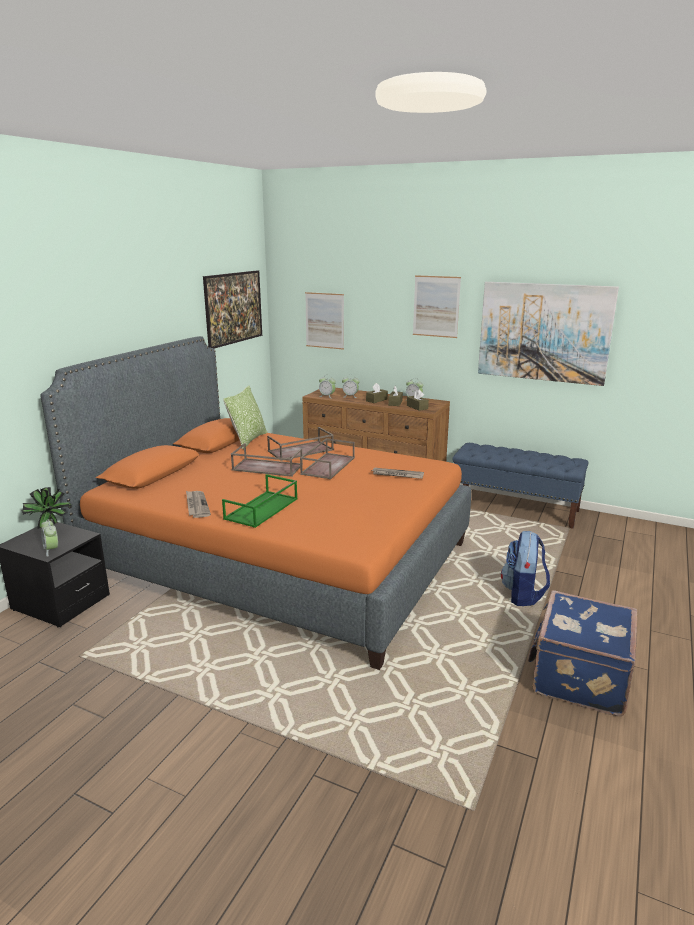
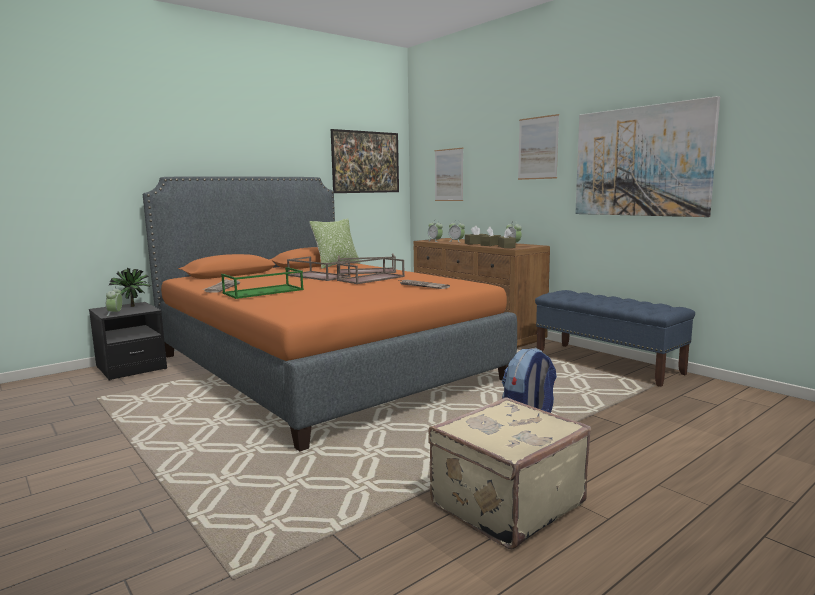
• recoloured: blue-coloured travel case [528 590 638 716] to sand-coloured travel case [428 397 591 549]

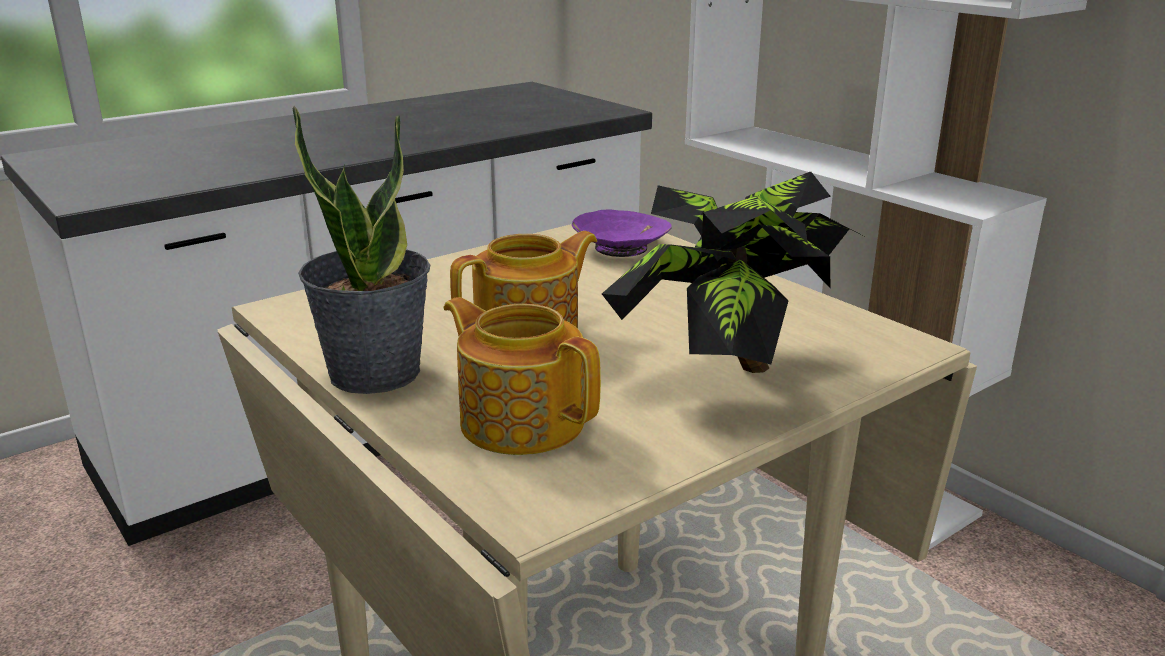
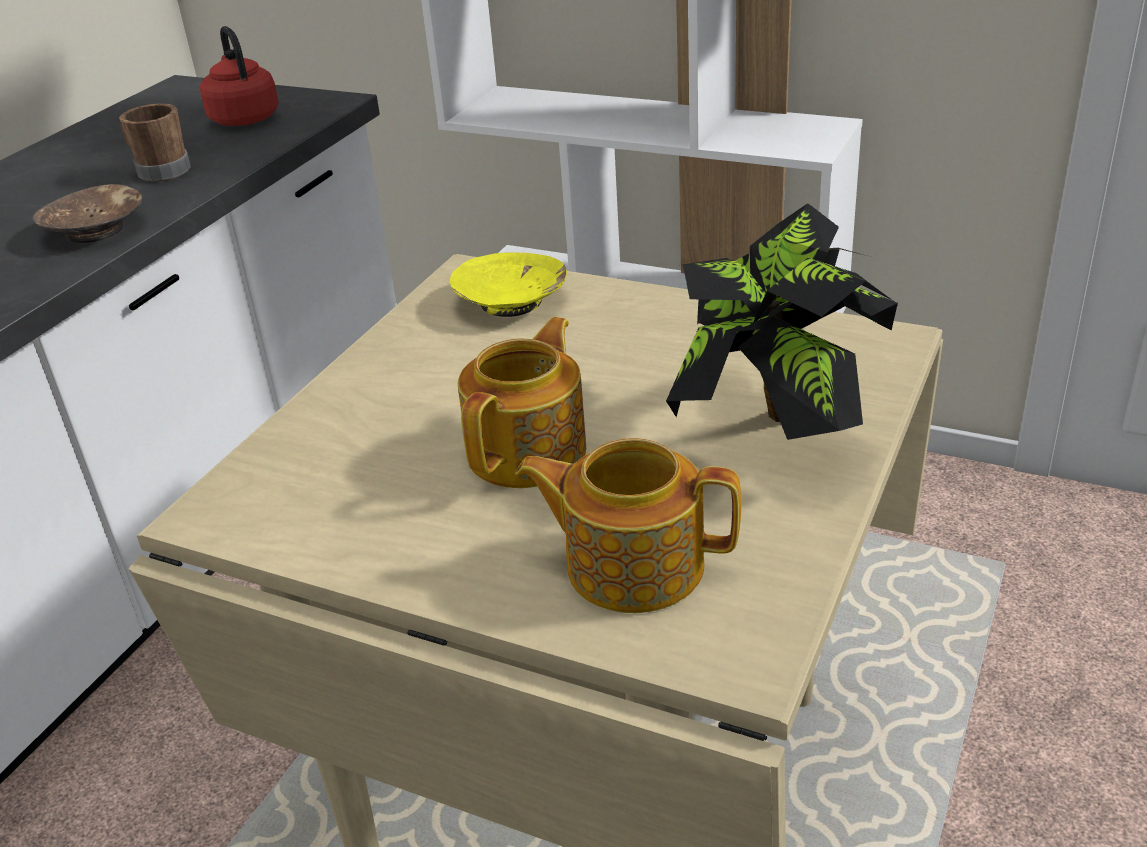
• removed: plant in a pot [293 106 430 394]
• recoloured: purple deep dish [572 209 671 257] to yellow-coloured deep dish [450 252 567 317]
• added: red water kettle [200 26 279 126]
• added: brown coffee mug [119 103 191 182]
• added: brown deep dish [32 184 142 243]

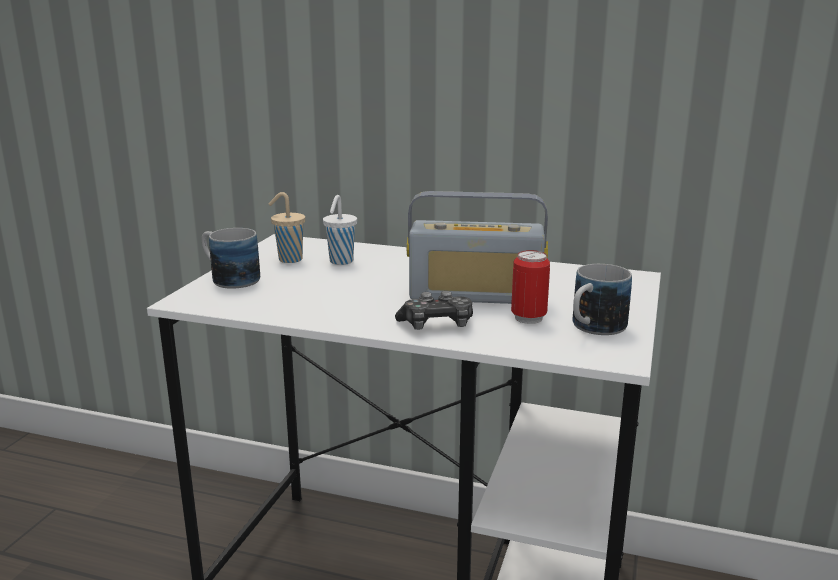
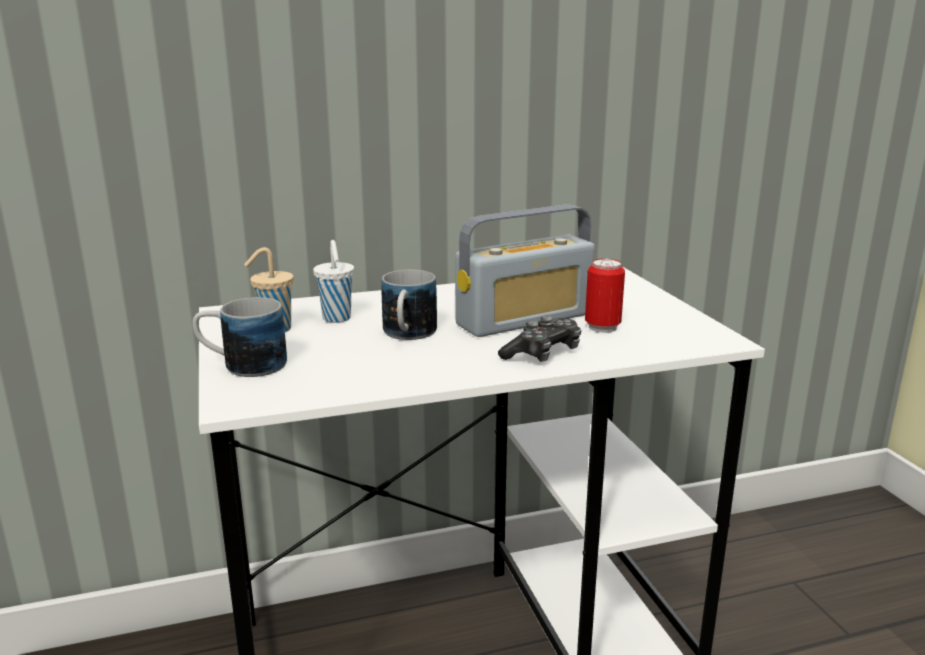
• moved: coffee mug [573 264 632 335] to [381 270 437 340]

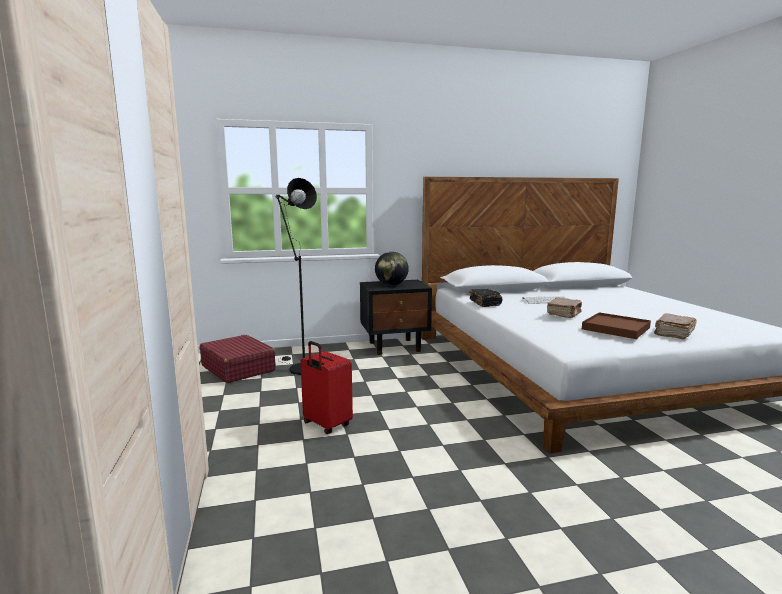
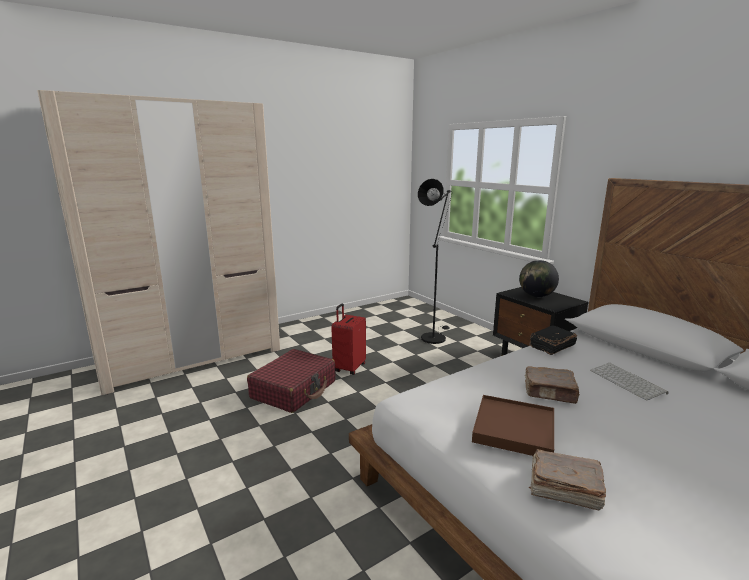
• moved: red travel case [200 335 276 383] to [247 349 336 413]

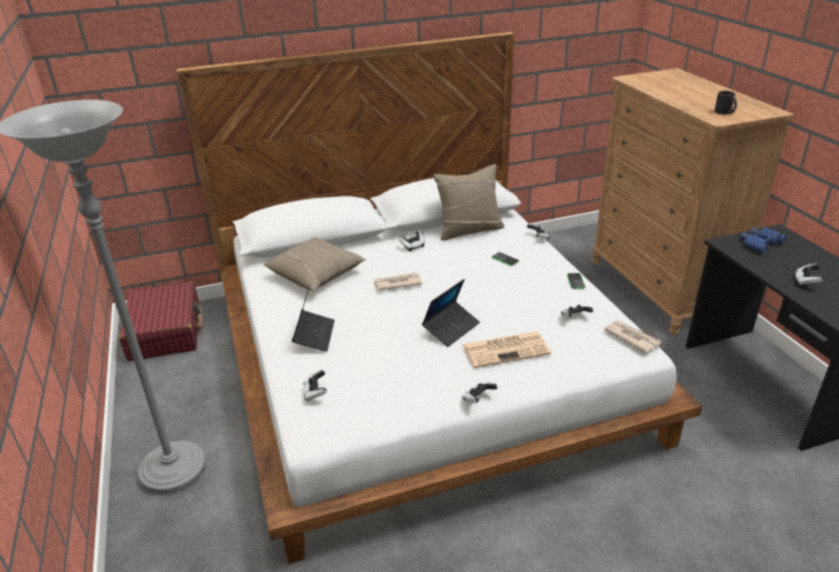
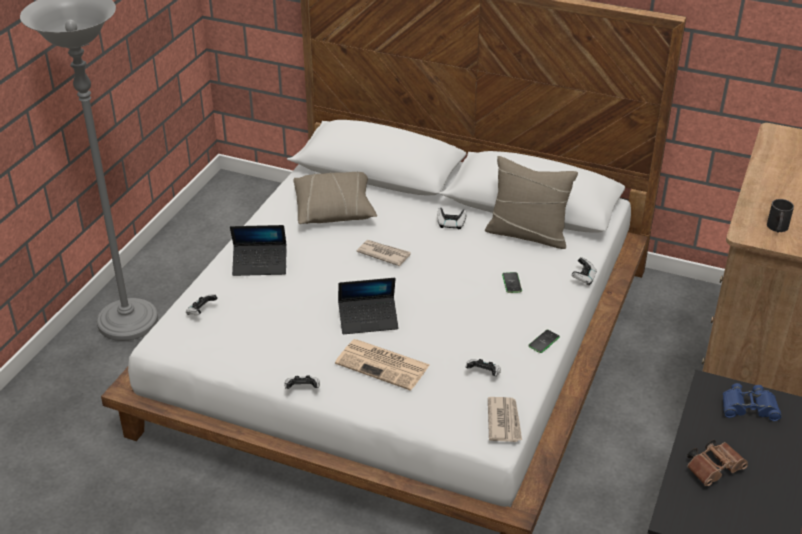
• replaced: joypad [795 264 823 285] to brown field glasses [687 440 748 486]
• removed: red travel case [119 281 203 361]
• turned: portable computer [292 285 335 352] = [230 225 287 276] 45 degrees clockwise

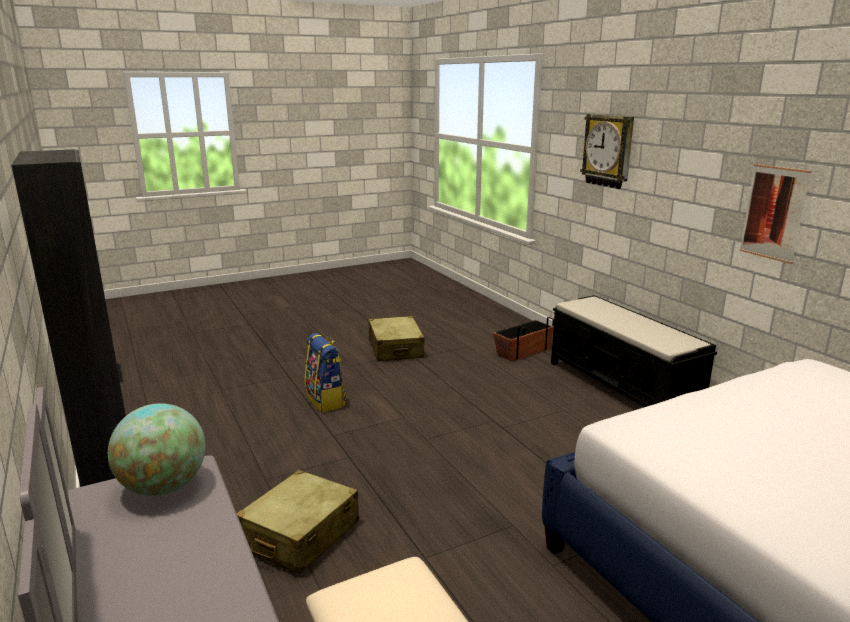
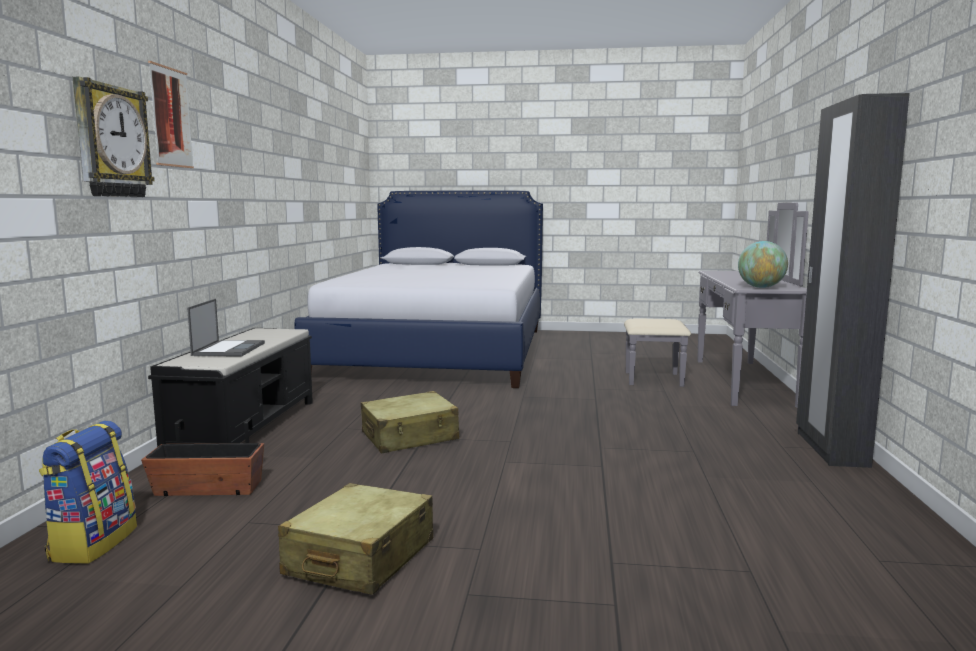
• moved: picture [739 164 811 264] to [148 61 194 168]
• moved: knapsack [305 333 347 412] to [39 421 137 563]
• moved: sand-coloured travel case [237 470 359 575] to [361 391 459 453]
• added: portable computer [187 299 265 356]

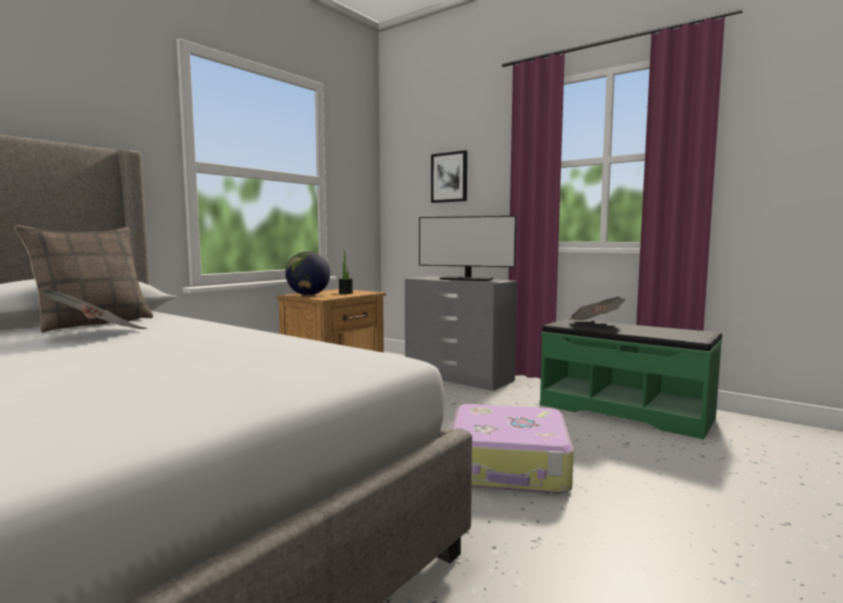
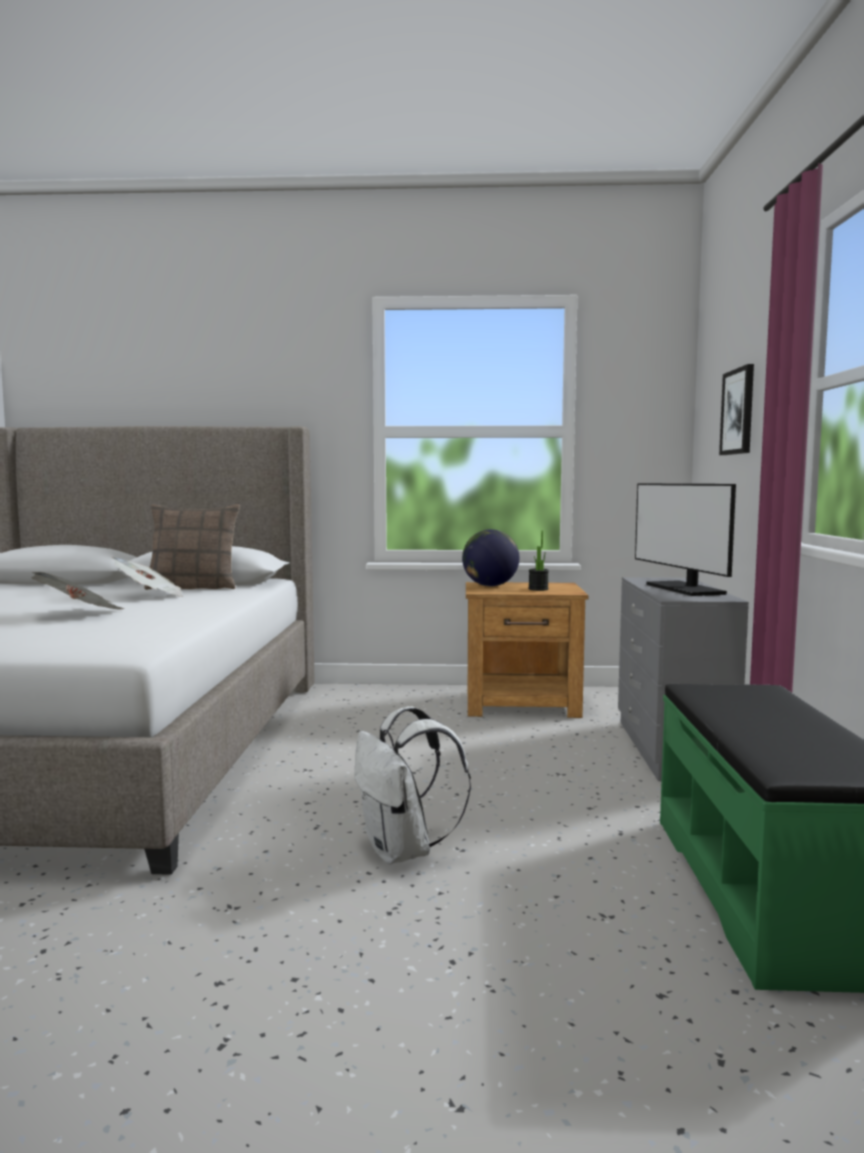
• moved: printed paper [569 297 625 320] to [31 572 124 609]
• replaced: travel case [451 404 574 494] to white knapsack [354 706 471 864]

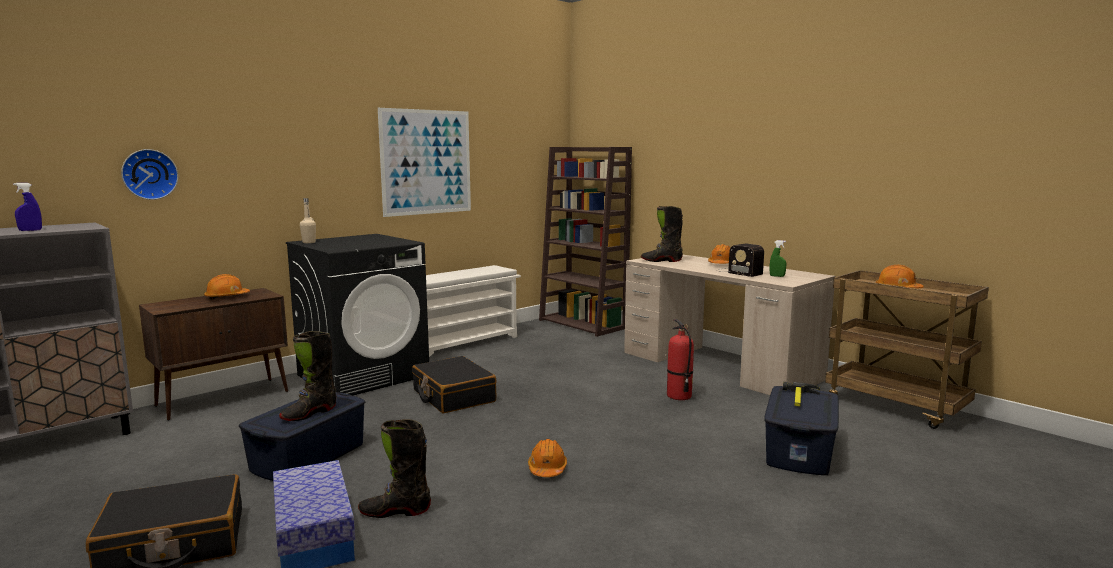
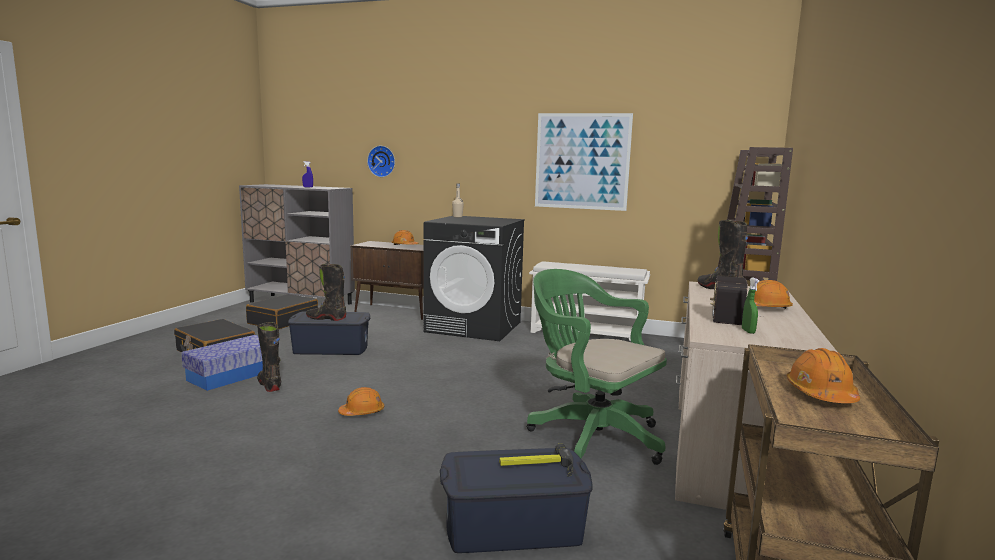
• replaced: extinguisher [667 319 694 400] to greenish desk chair [526 269 667 465]
• moved: black-coloured travel case [412 356 497 413] to [246 294 318 329]

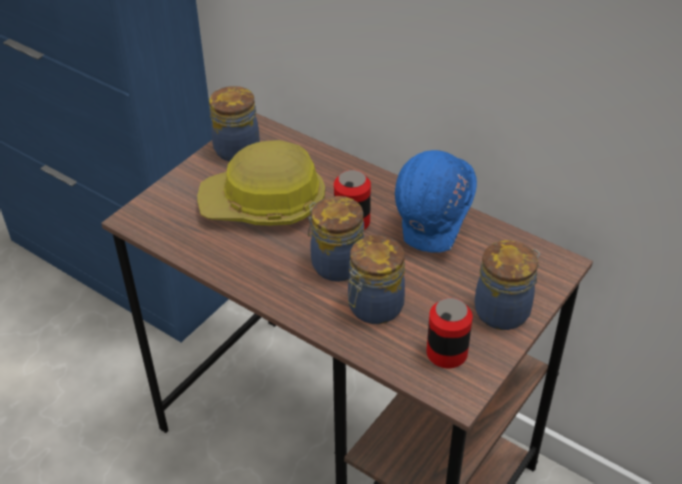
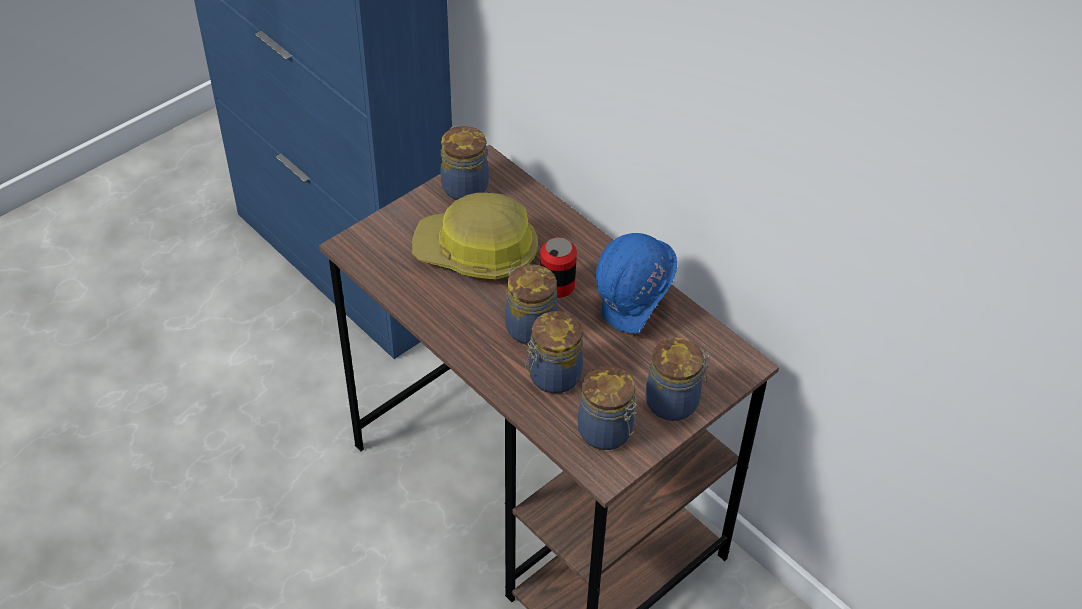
• replaced: sealed can [427 298 473 368] to jar [578 366 637 450]

